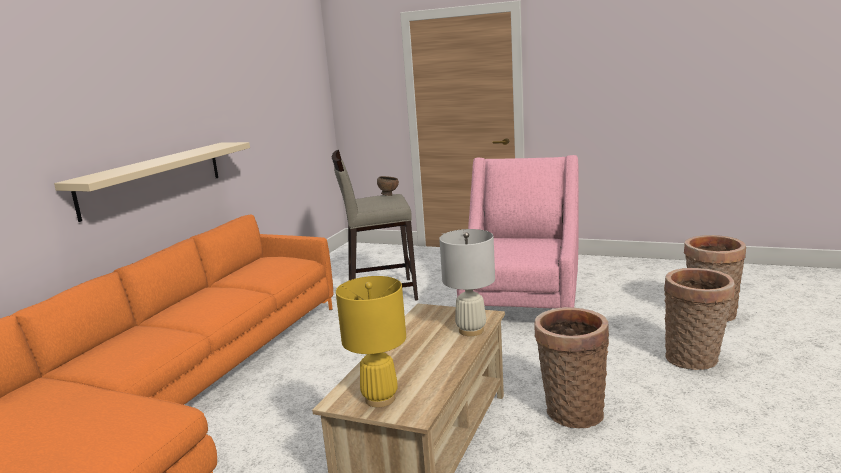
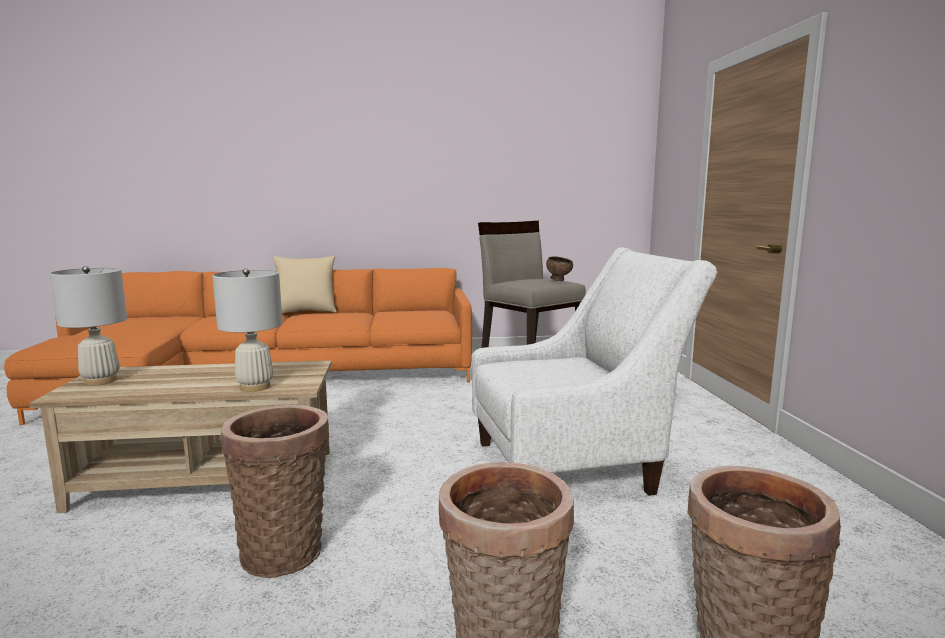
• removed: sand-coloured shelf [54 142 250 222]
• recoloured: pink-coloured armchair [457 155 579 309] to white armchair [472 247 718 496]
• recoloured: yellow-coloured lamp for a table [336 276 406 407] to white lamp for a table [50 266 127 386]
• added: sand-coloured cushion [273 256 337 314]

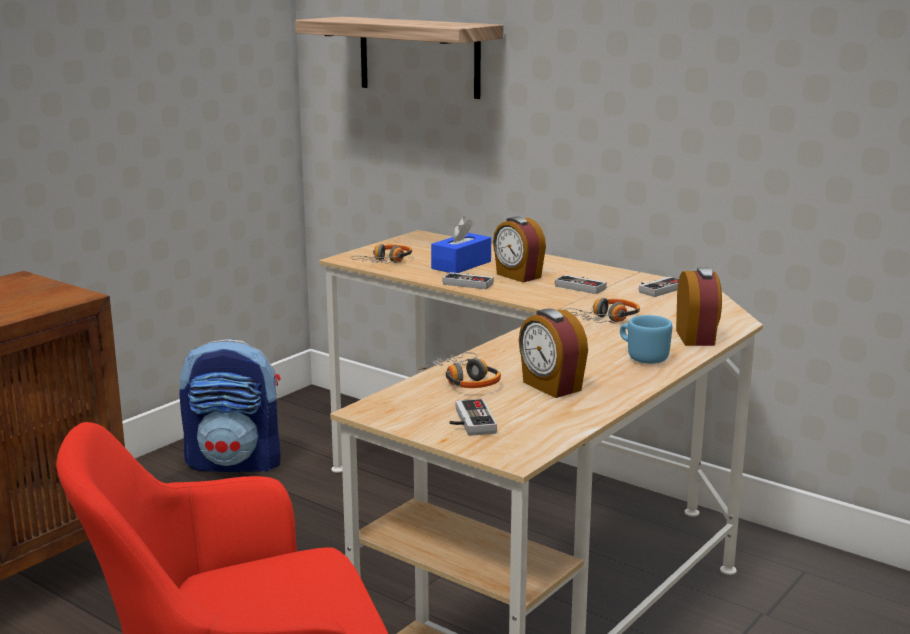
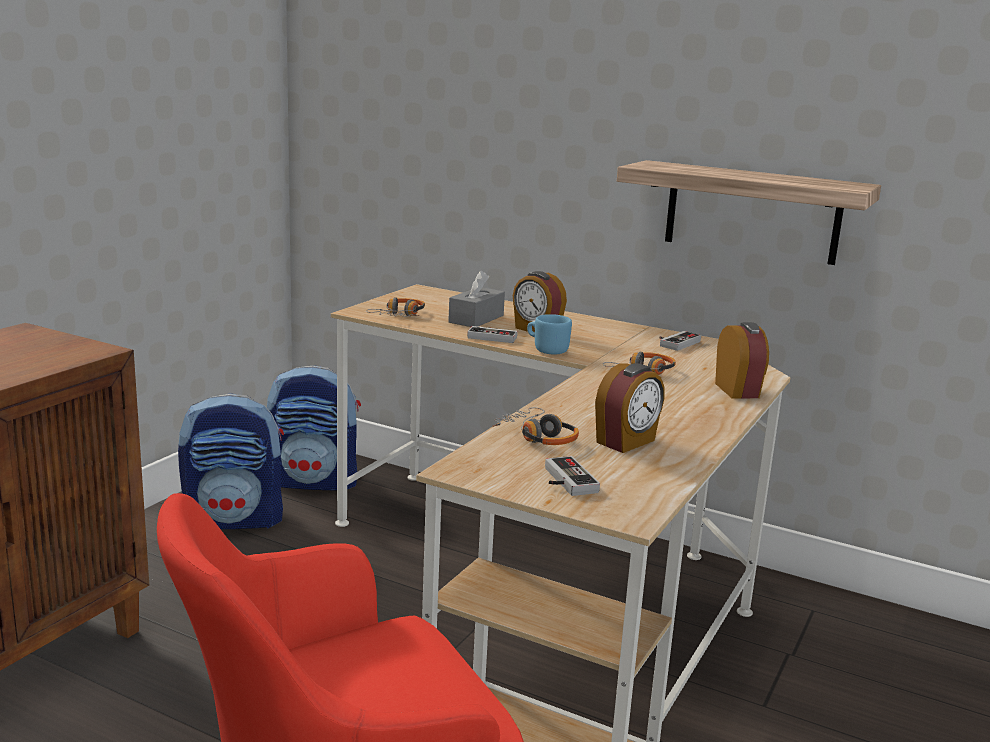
• moved: shelf [295 17 503 99] to [617 160 881 265]
• recoloured: blue-coloured box of tissues [431 216 491 273] to greyish box of tissues [448 271 505 327]
• removed: joypad [555 275 607 294]
• turned: table clock [519 309 588 398] = [595 363 665 453] 90 degrees counterclockwise
• moved: blue-coloured coffee mug [620 315 672 364] to [527 314 572 354]
• added: knapsack [267 366 361 490]

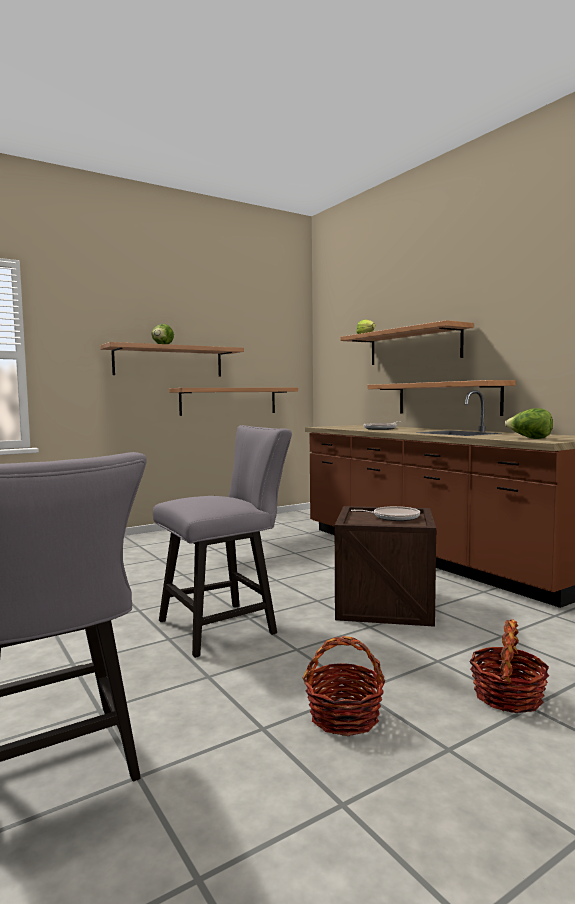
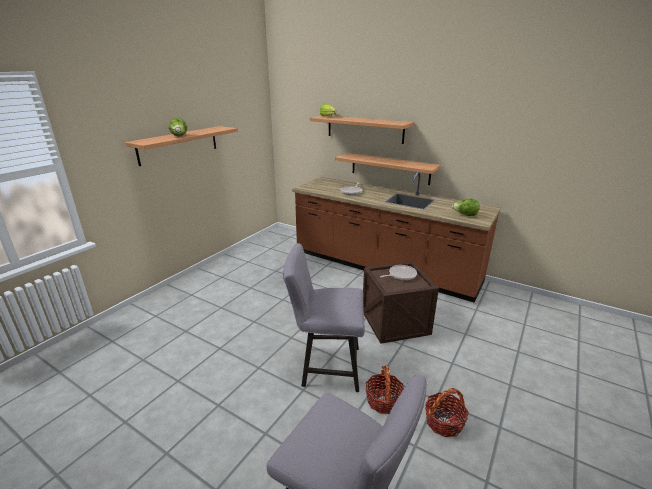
• removed: shelf [169 388 298 416]
• turned: greyish upright chair [153 425 292 658] = [283 243 365 392] 120 degrees counterclockwise
• moved: storage basket [469 619 549 713] to [365 365 404 414]

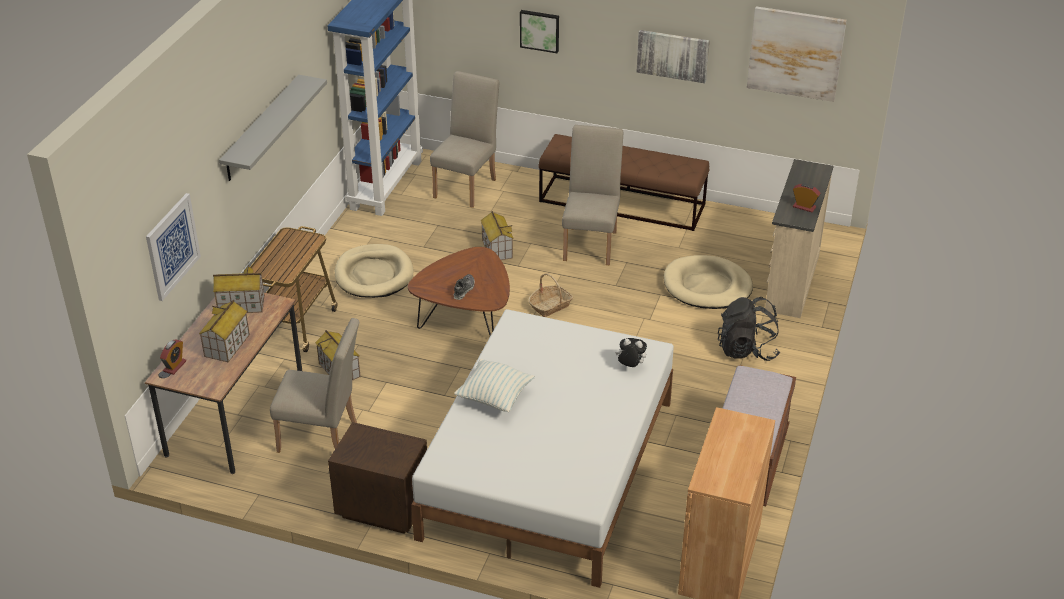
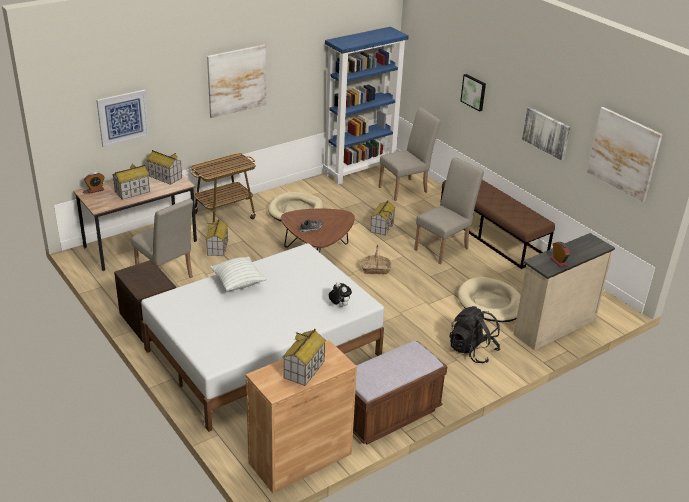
• replaced: greyish shelf [219 75 327 181] to picture [207 45 266 118]
• added: miniature house [282 329 326 386]

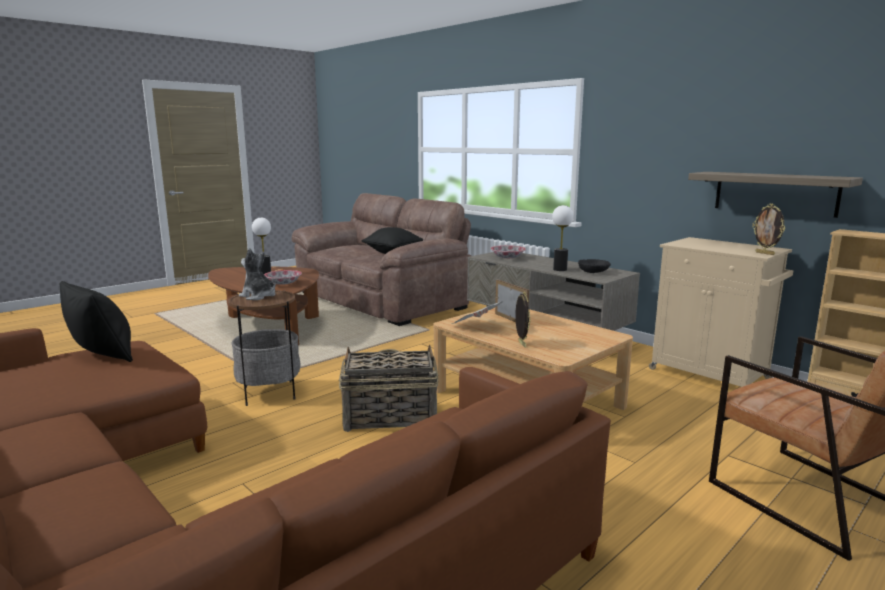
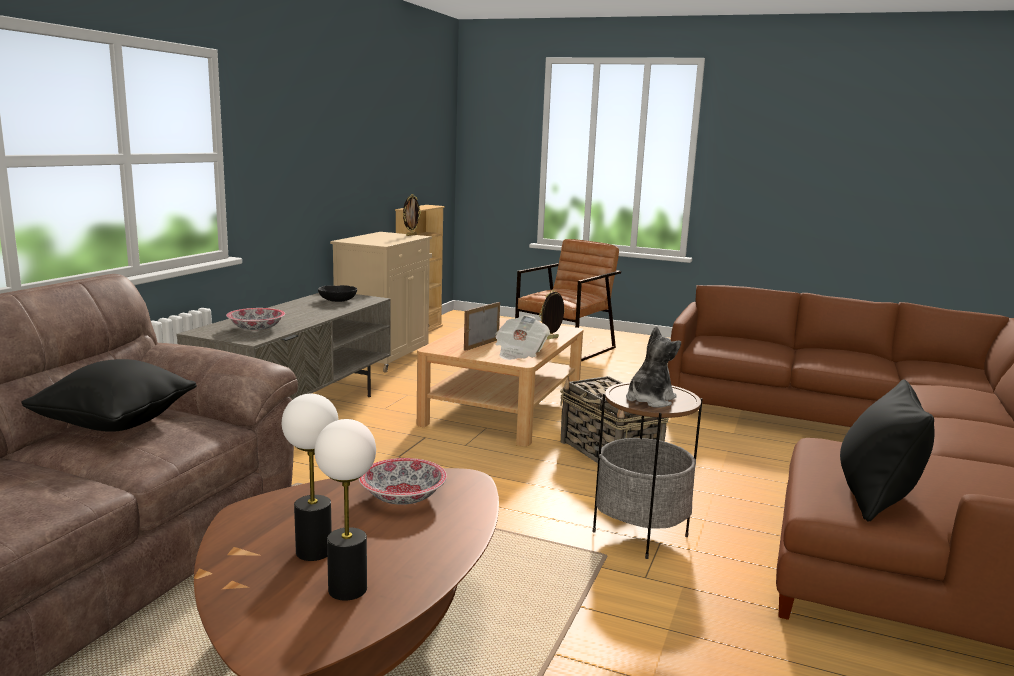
• removed: shelf [688 172 863 218]
• moved: lamp for a table [552 205 574 271] to [315 419 376 601]
• turned: cuddly toy [239 248 276 300] = [626 326 681 407] 150 degrees counterclockwise

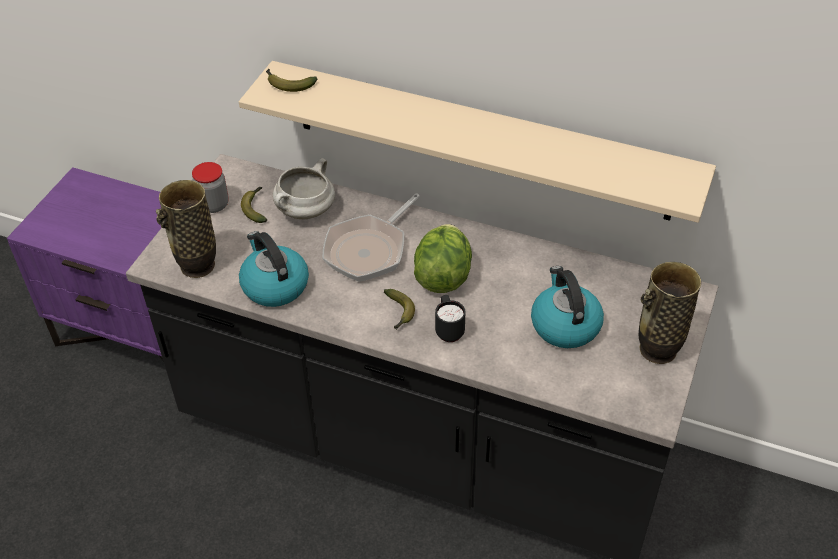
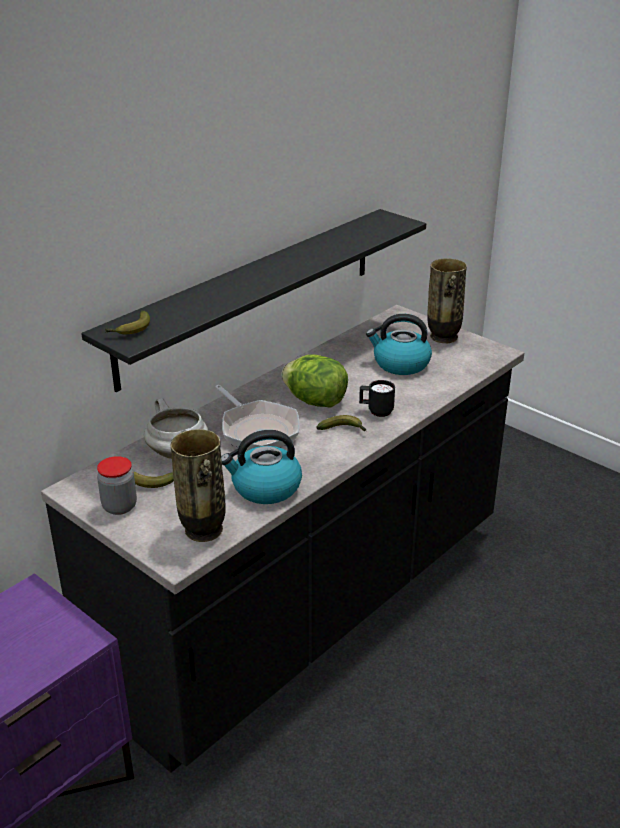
• recoloured: sand-coloured shelf [239 61 716 223] to black-coloured shelf [81 209 426 392]

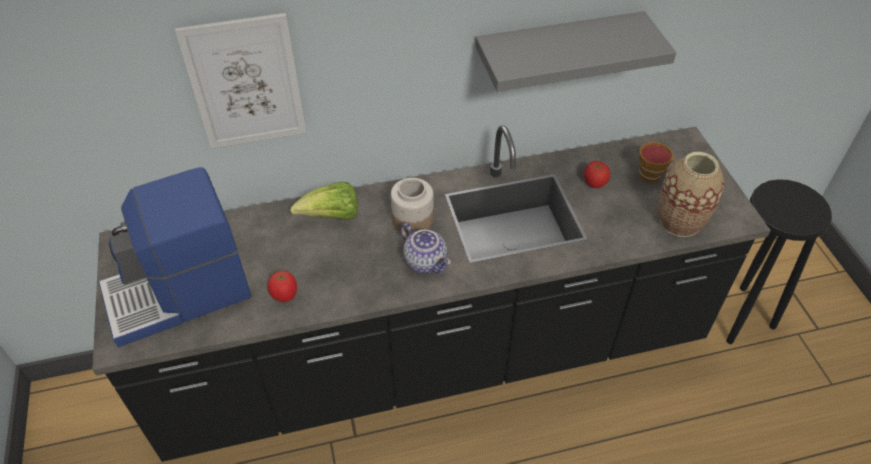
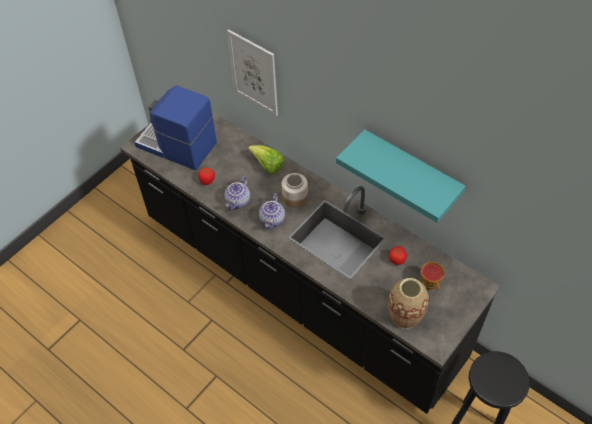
• recoloured: greyish shelf [475 11 676 92] to blue-green shelf [336 129 465 223]
• added: pot for tea [224 176 250 210]

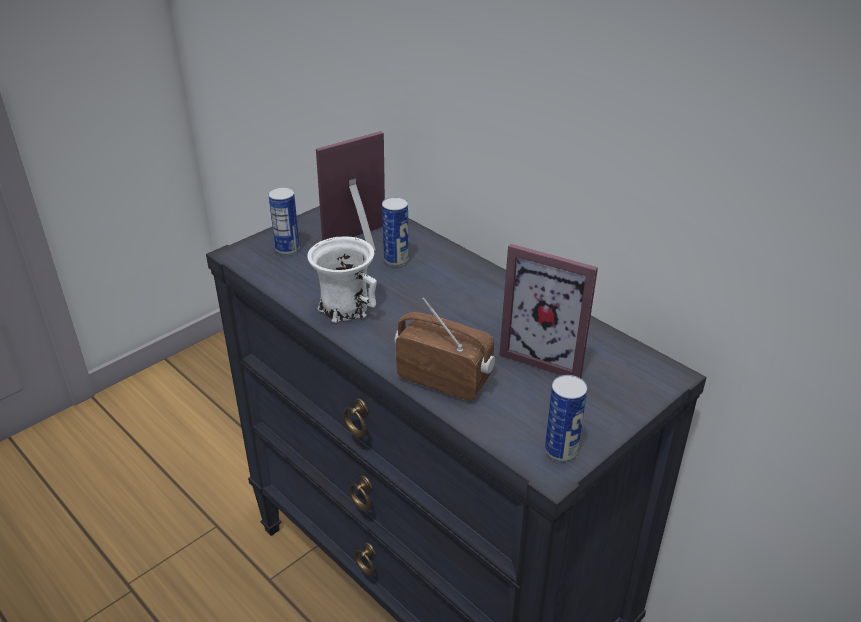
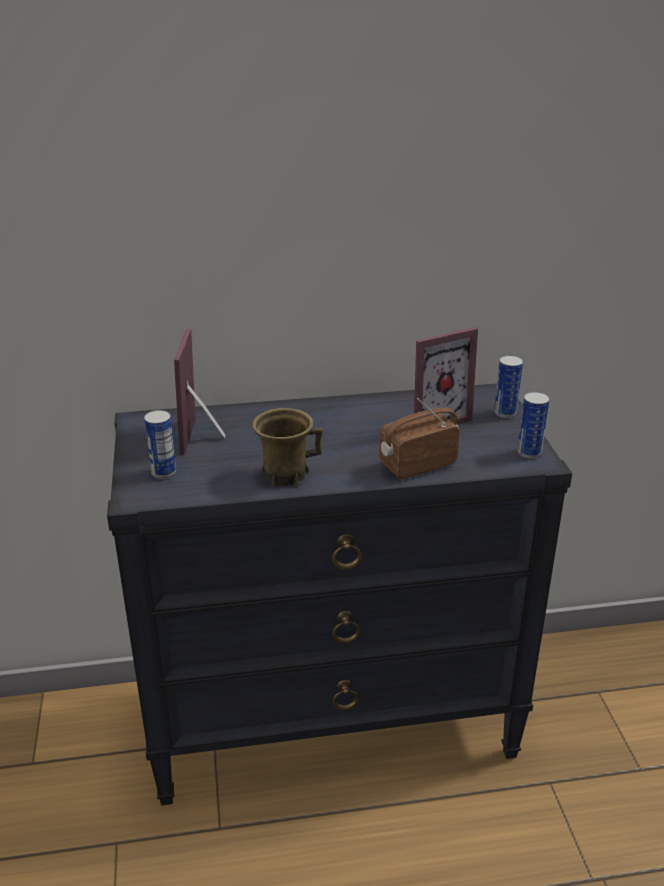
• moved: sealed can [382 197 409 266] to [494 355 523 418]
• recoloured: white coffee mug [307 236 377 323] to brown coffee mug [252 408 323 487]

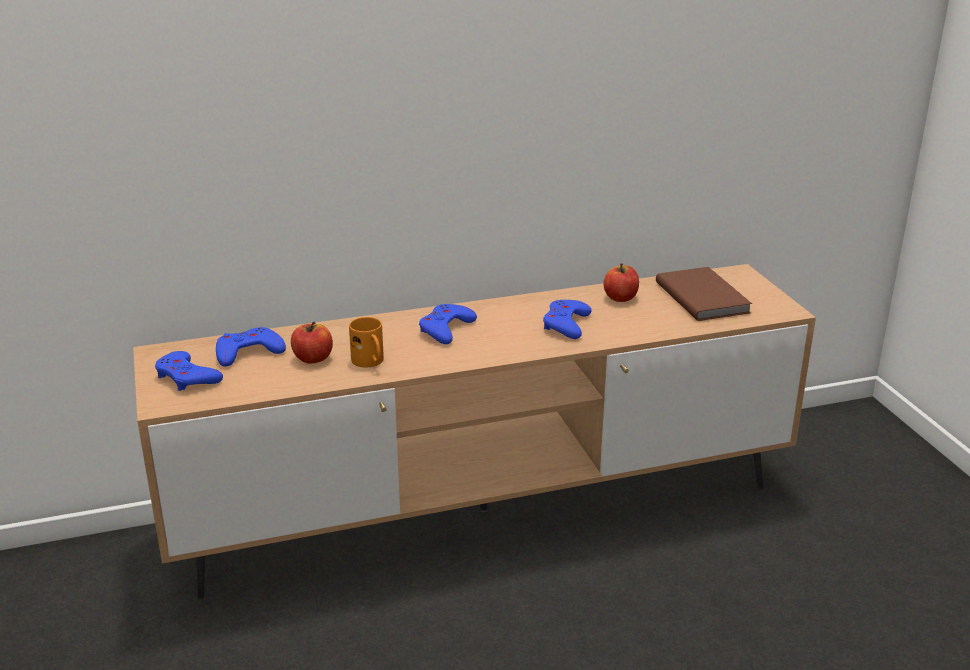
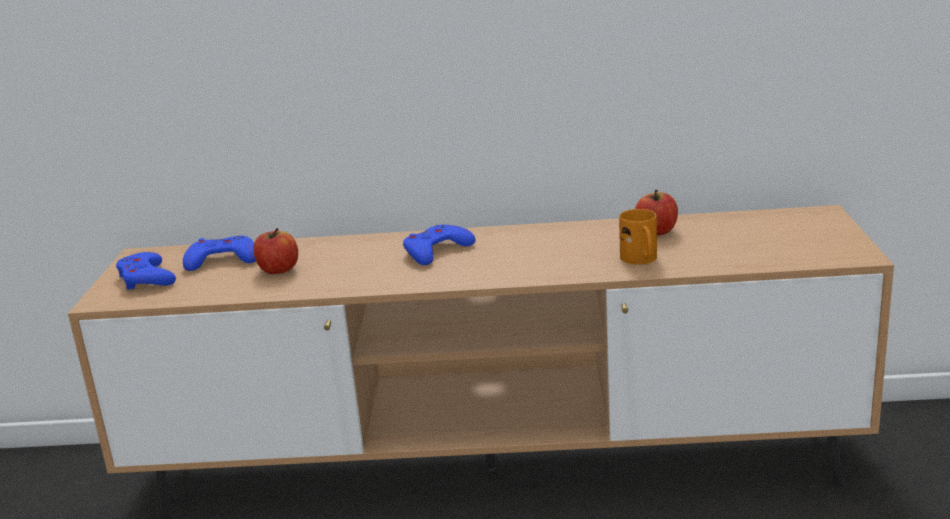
• removed: brown book [656 267 752 321]
• removed: blue-coloured joypad [543 300 592 339]
• moved: orangey coffee mug [349 317 384 367] to [619 209 657 265]

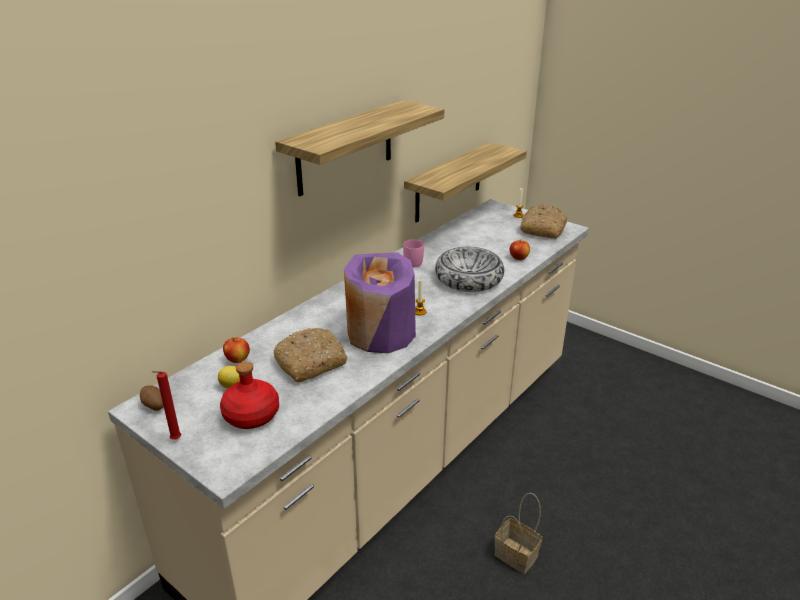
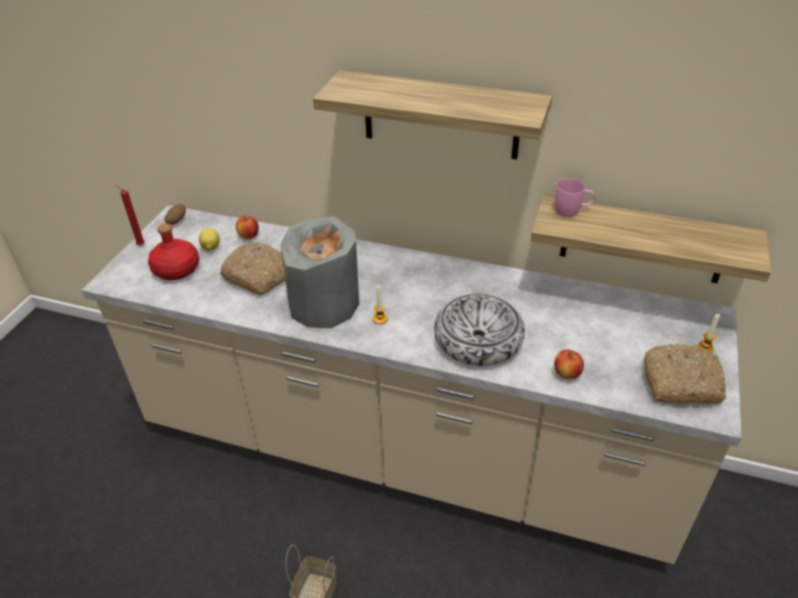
• moved: pink-coloured coffee mug [403 239 424 267] to [555 178 595 217]
• recoloured: purple vase [344 252 416 353] to greyish vase [280 216 359 328]

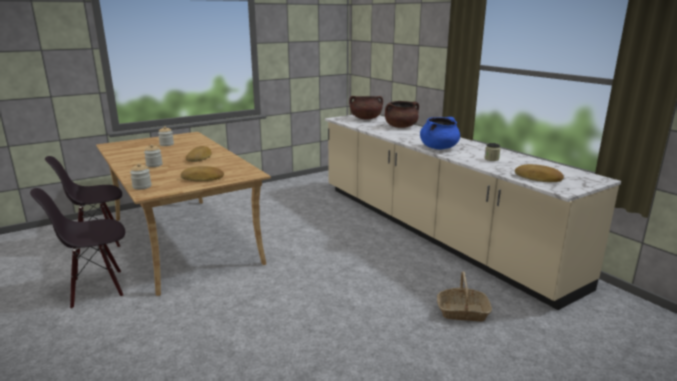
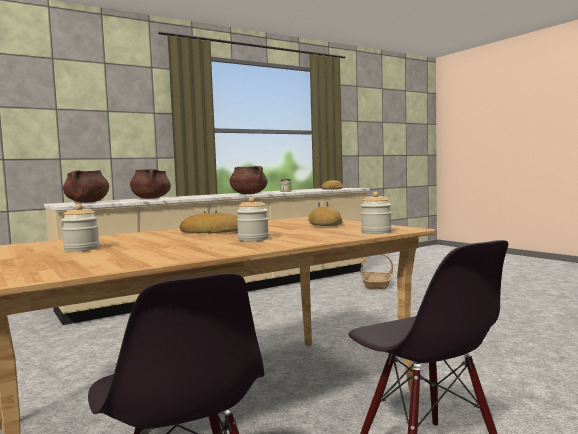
• recoloured: blue-coloured stockpot [420 117 460 149] to brown stockpot [230 166 267 194]

